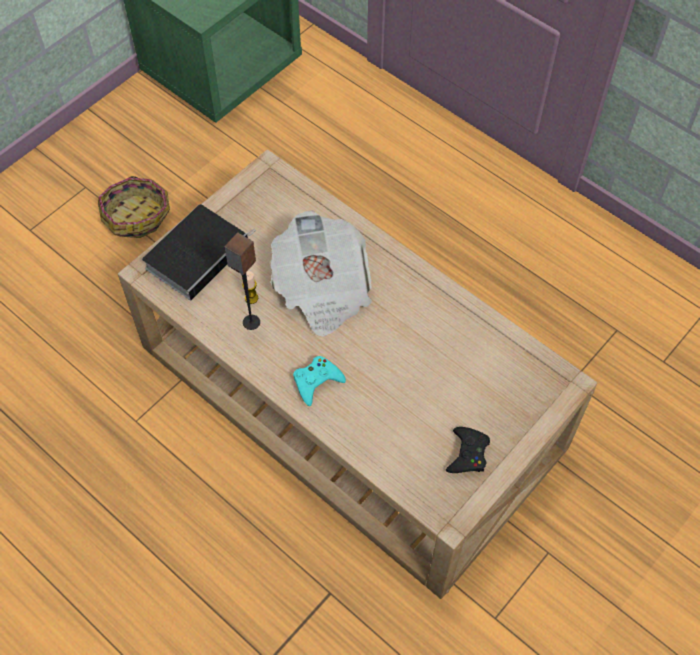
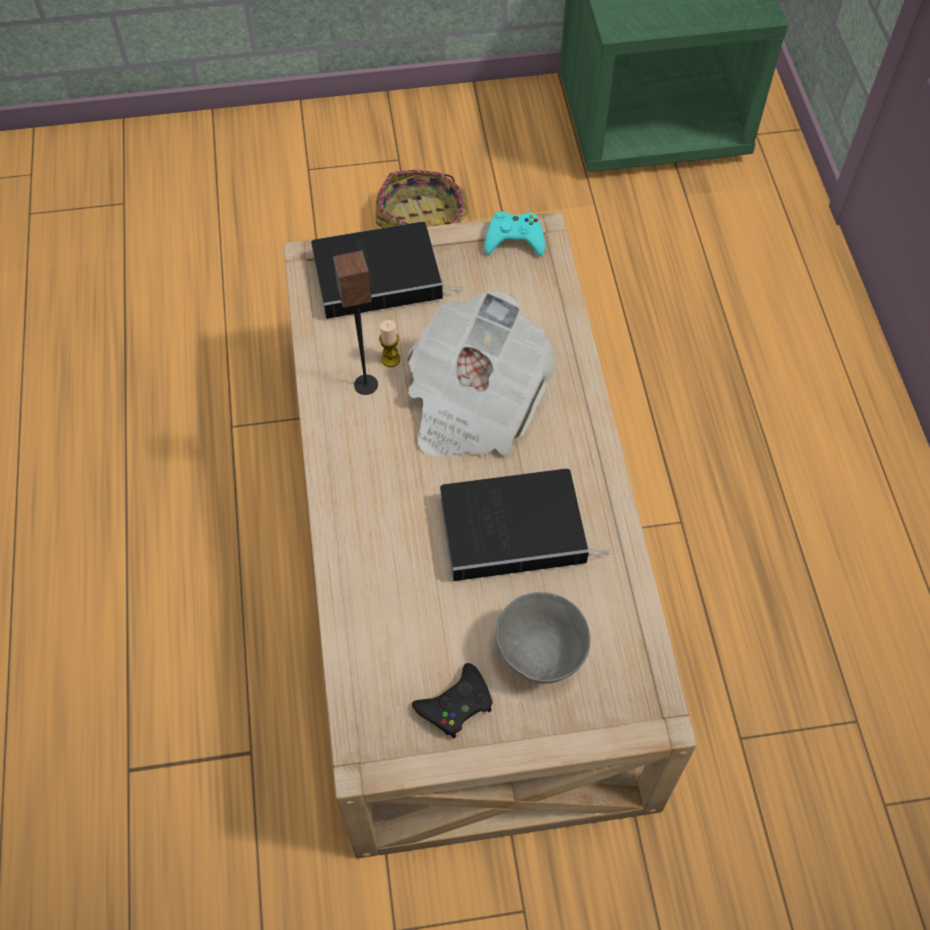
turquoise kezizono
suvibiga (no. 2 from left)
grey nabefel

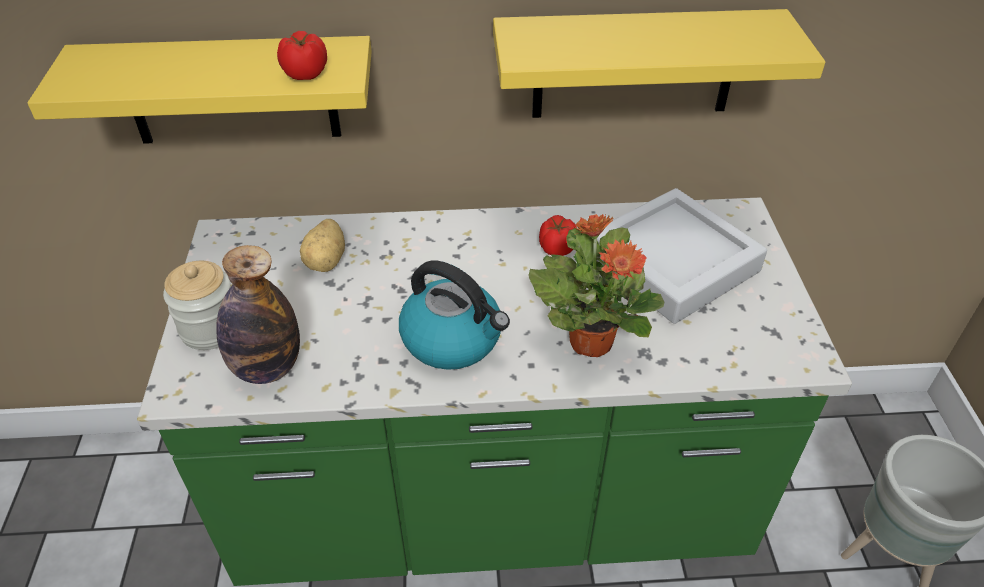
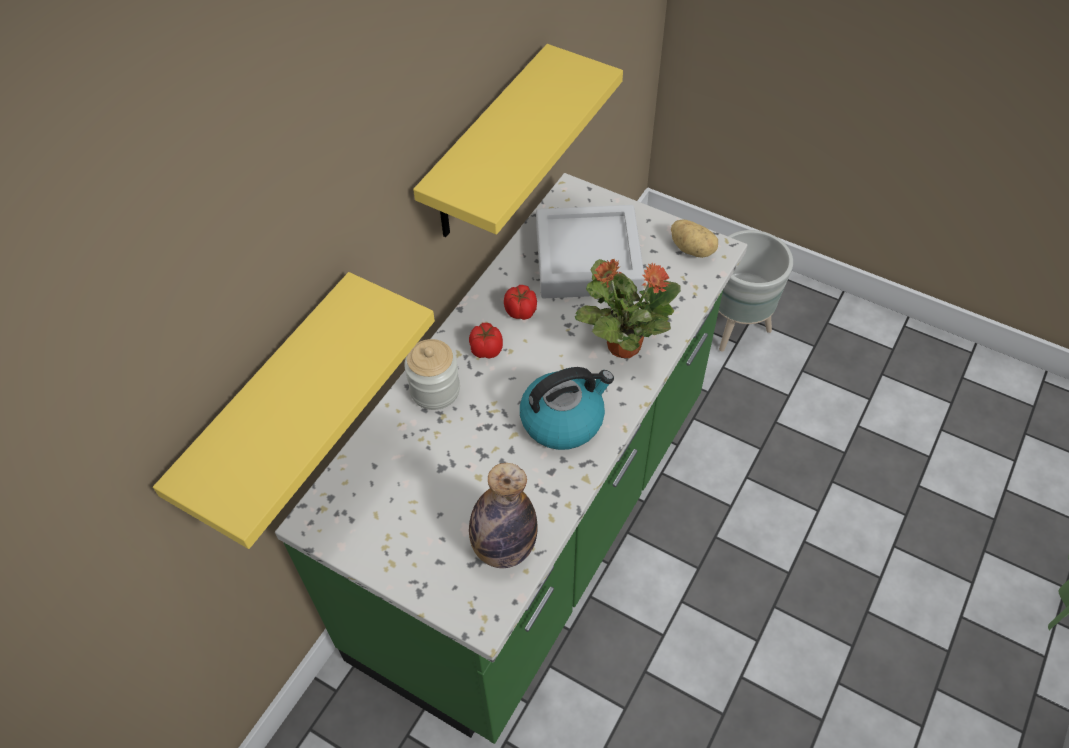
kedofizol
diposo (no. 1 from left)
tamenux

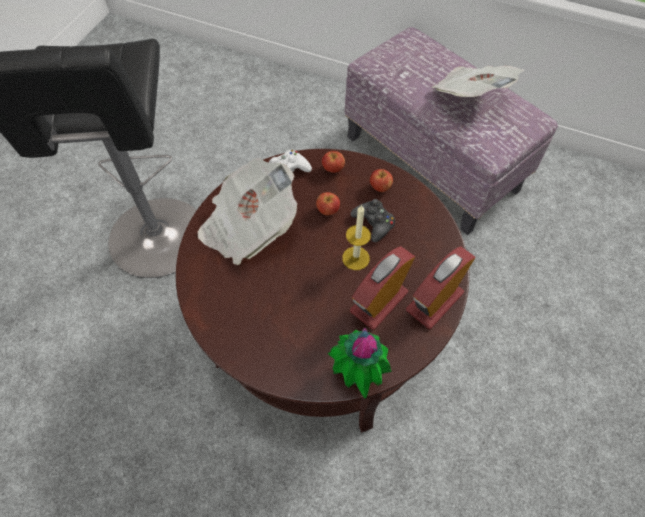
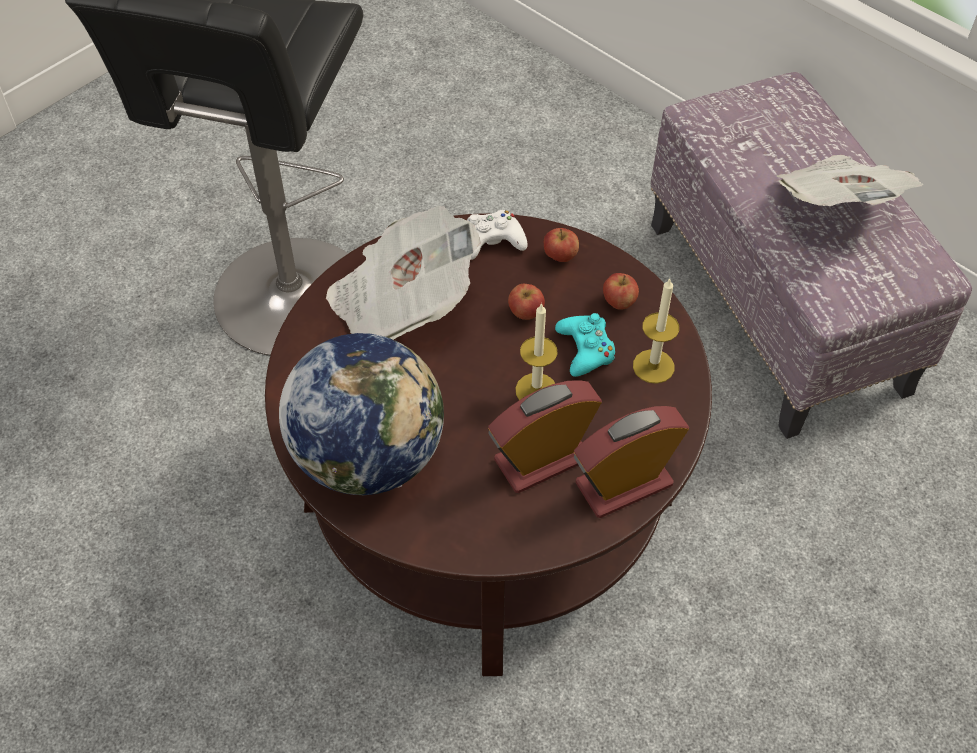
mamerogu
turquoise kezizono
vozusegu
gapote (no. 2 from left)

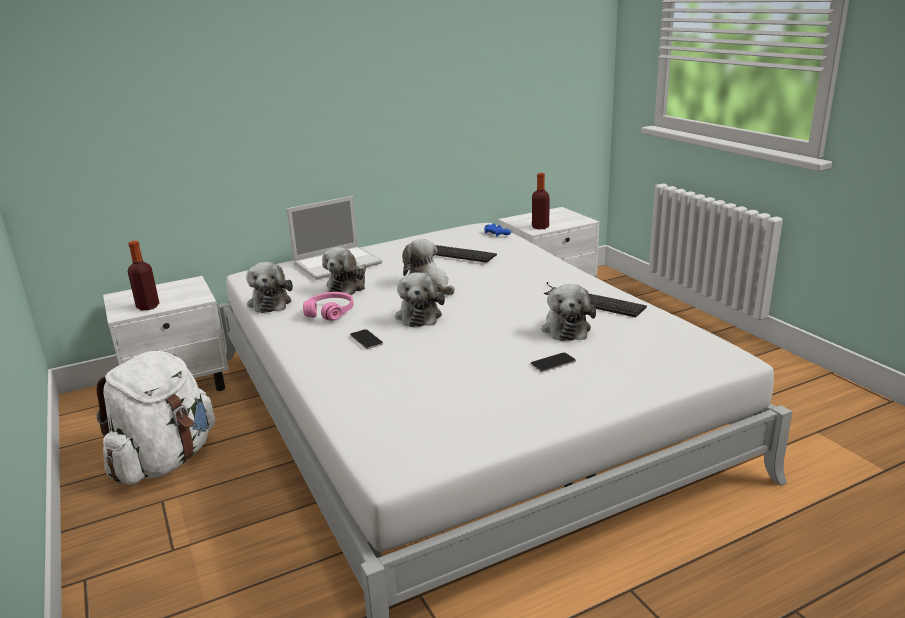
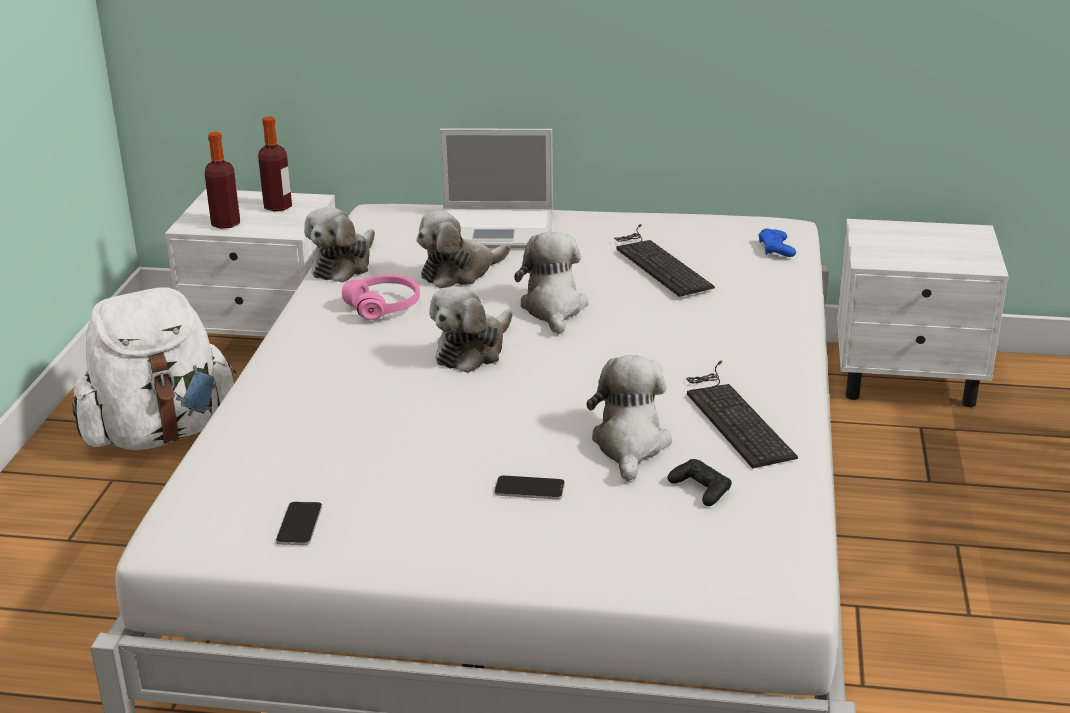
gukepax (no. 1 from left)
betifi (no. 2 from left)
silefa (no. 5 from left)
black kezizono

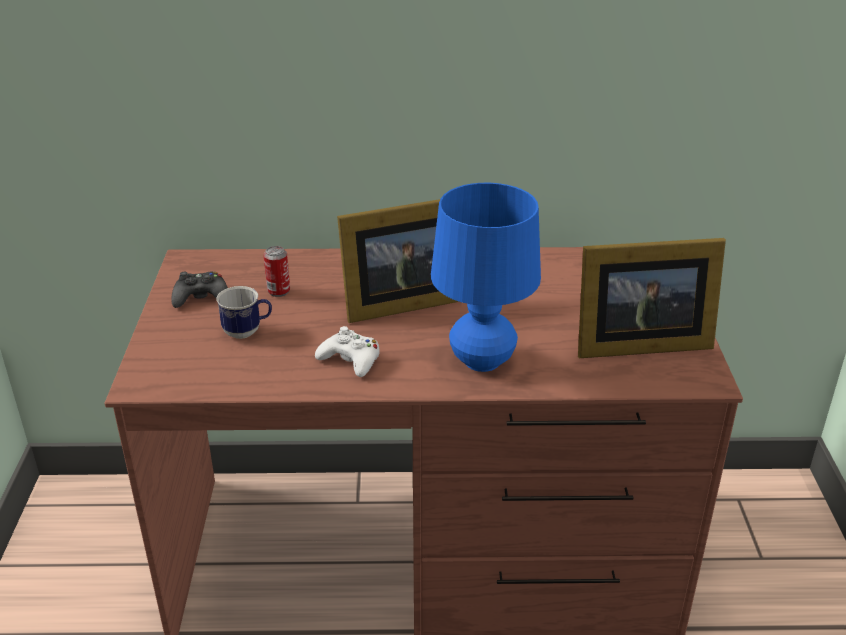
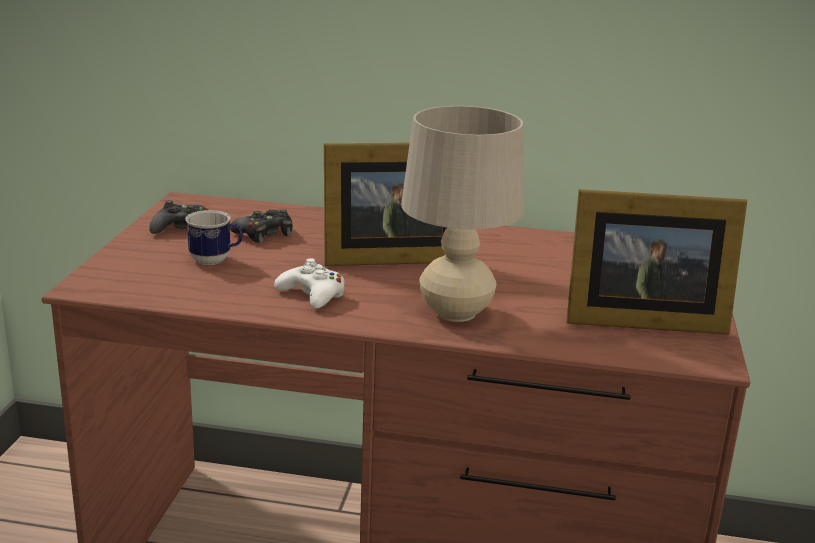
black kezizono (no. 2 from left)
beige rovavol

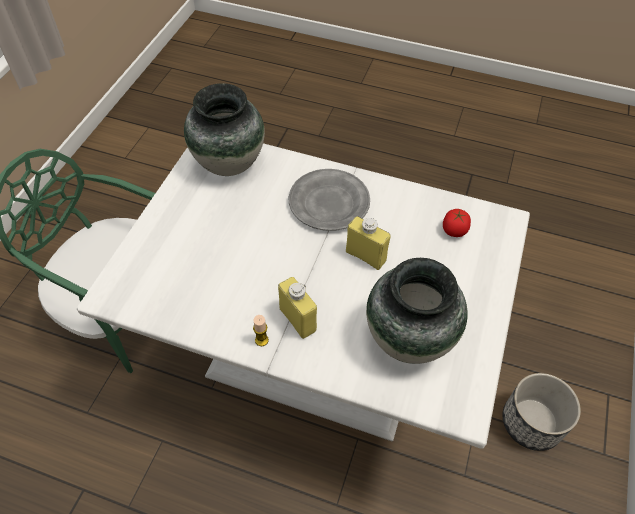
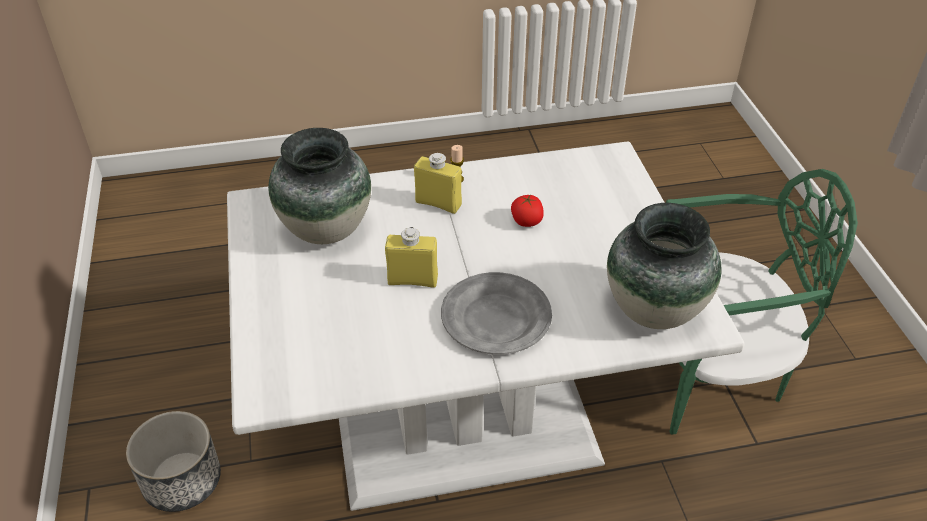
diposo

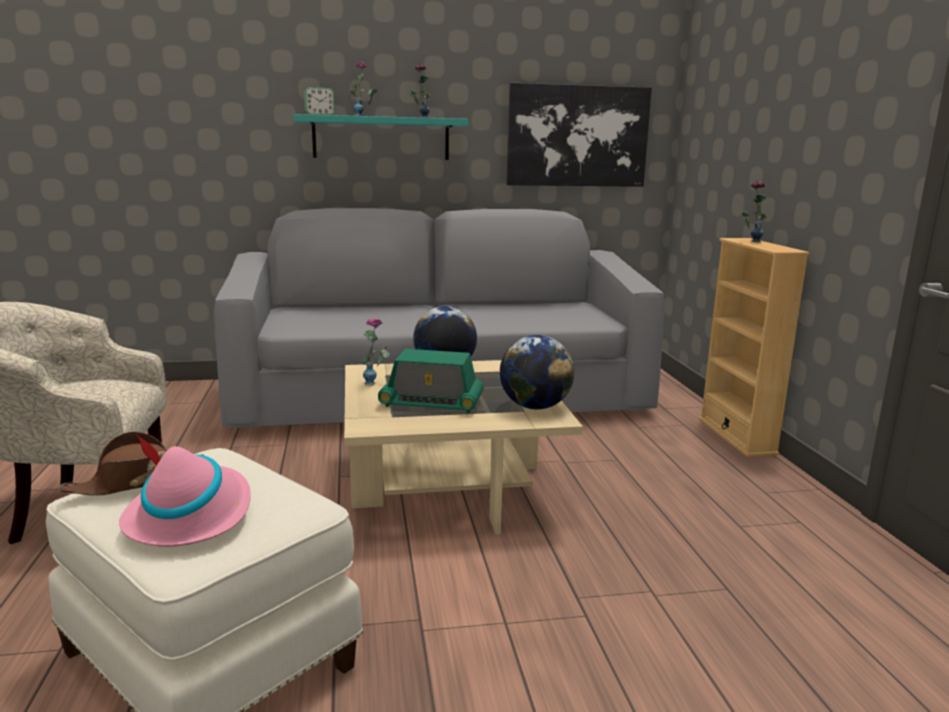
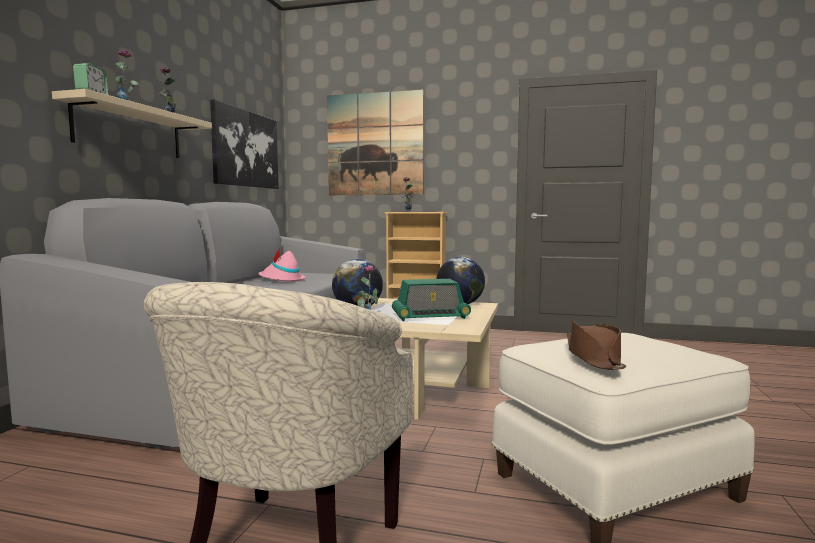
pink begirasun
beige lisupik
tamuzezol
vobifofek (no. 2 from left)

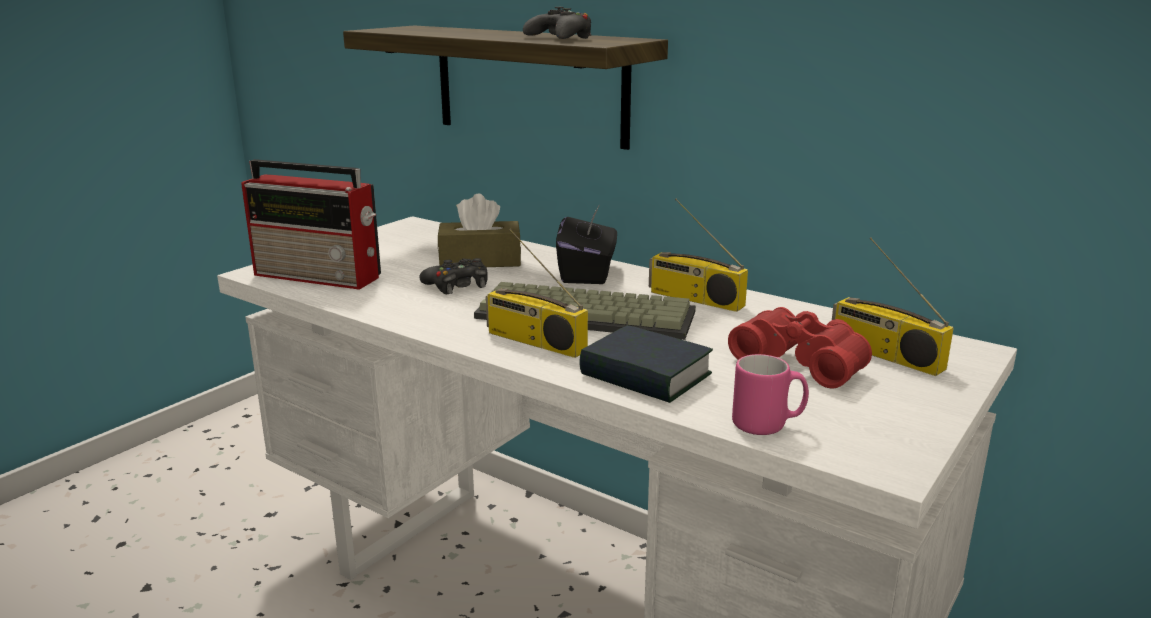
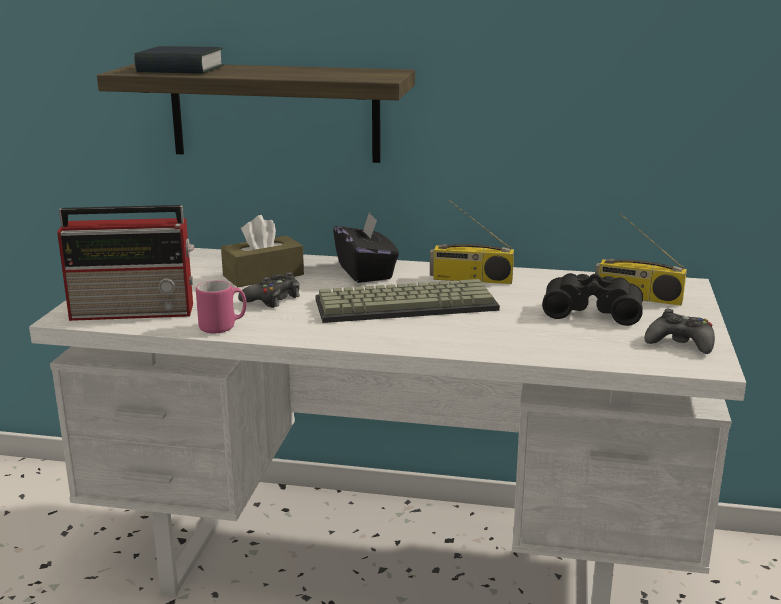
tamuzezol (no. 2 from left in the first image)
black kezizono (no. 2 from left)
suvibiga
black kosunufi
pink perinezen

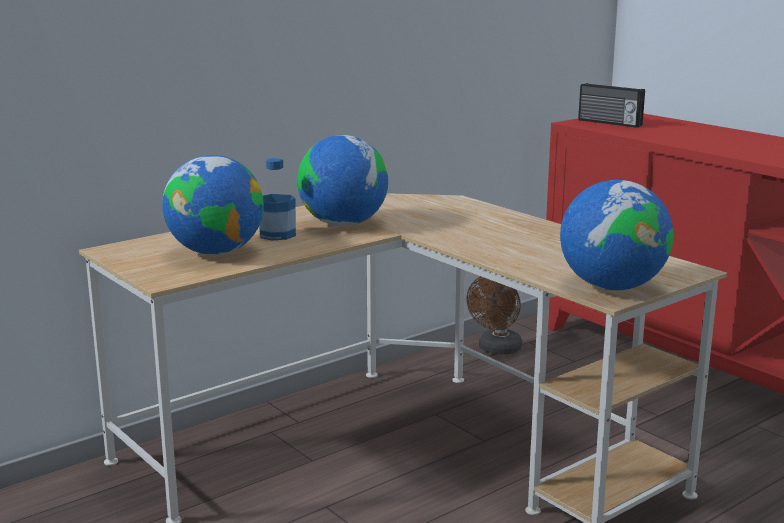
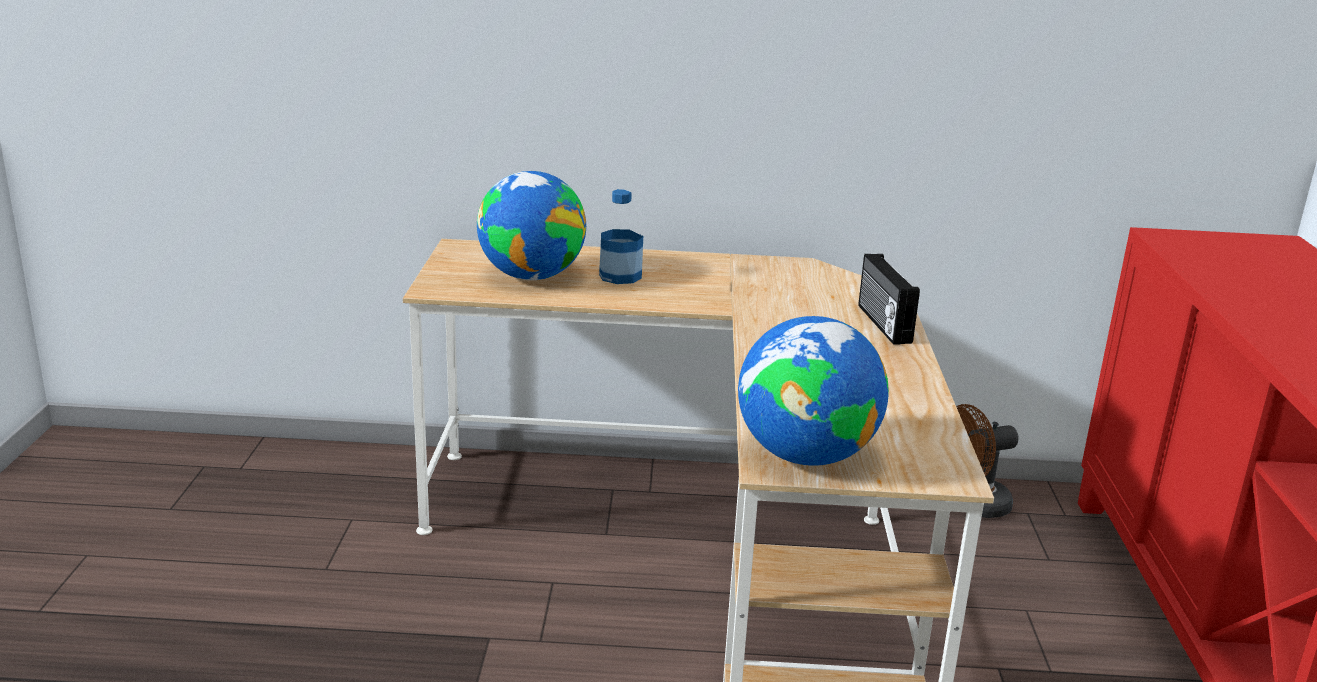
vozusegu (no. 2 from left in the first image)
tamuzezol

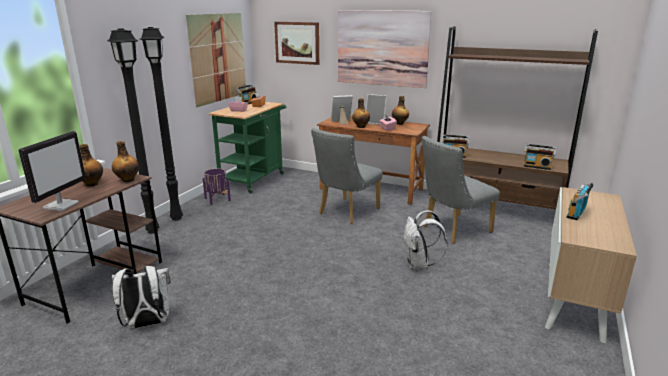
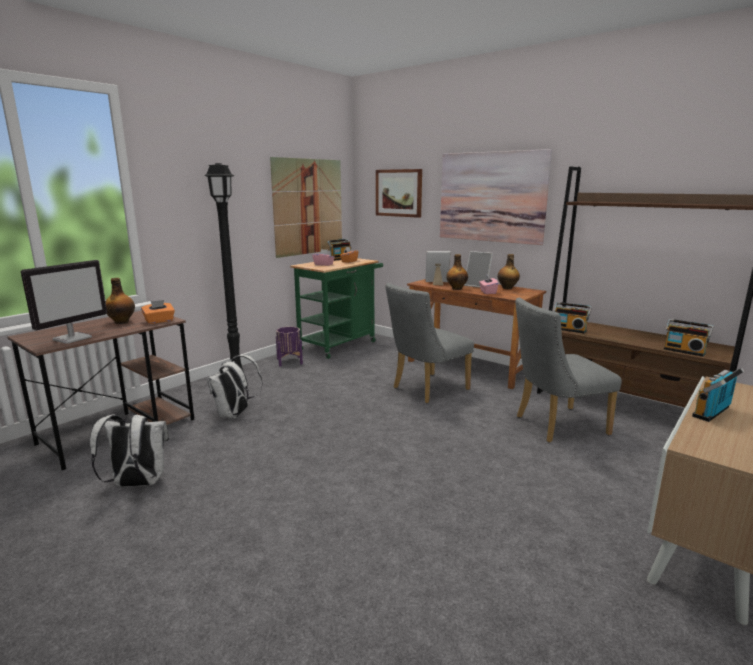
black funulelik (no. 1 from left in the first image)
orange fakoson (no. 1 from left)
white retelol (no. 2 from left)

